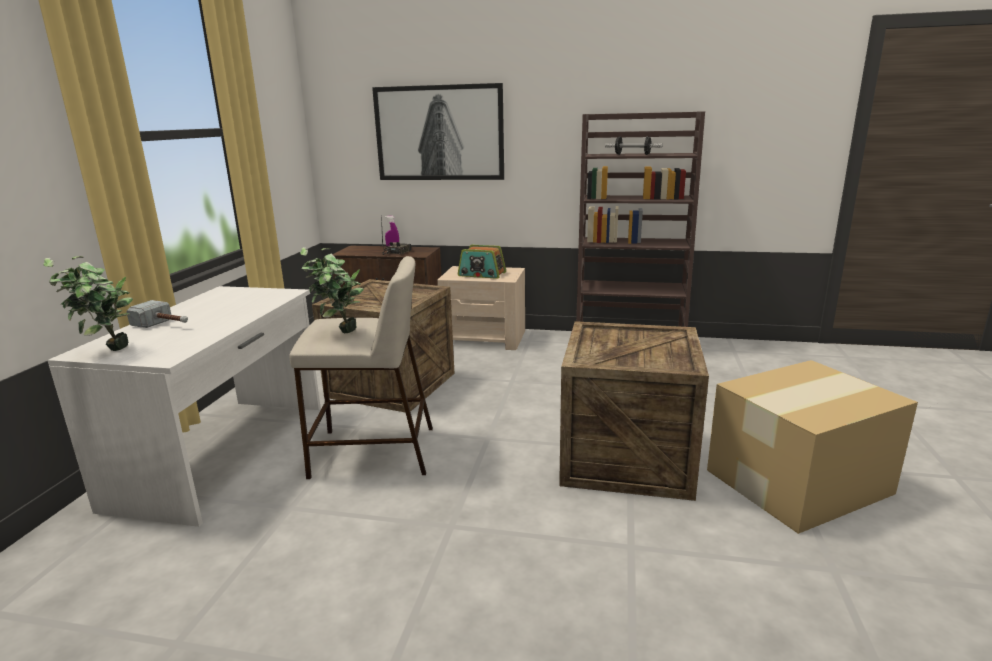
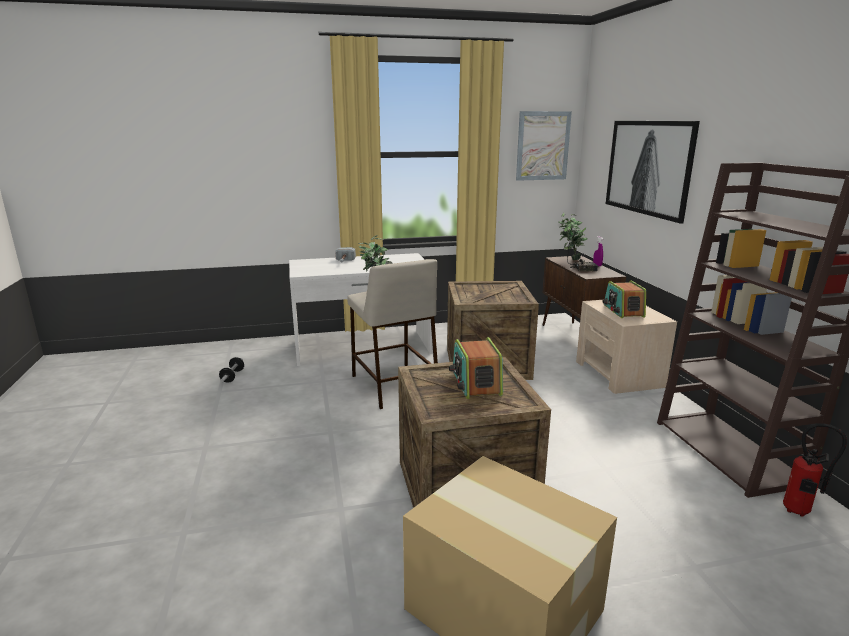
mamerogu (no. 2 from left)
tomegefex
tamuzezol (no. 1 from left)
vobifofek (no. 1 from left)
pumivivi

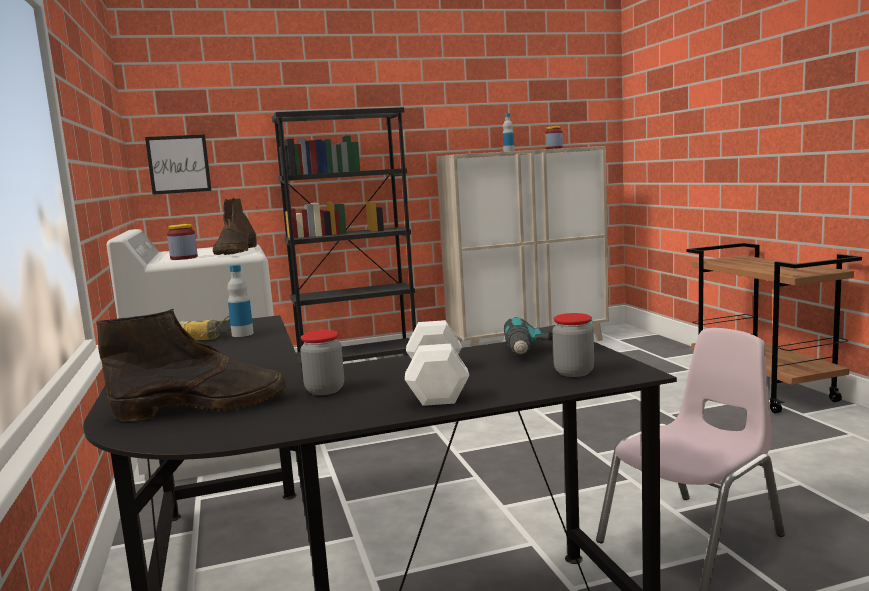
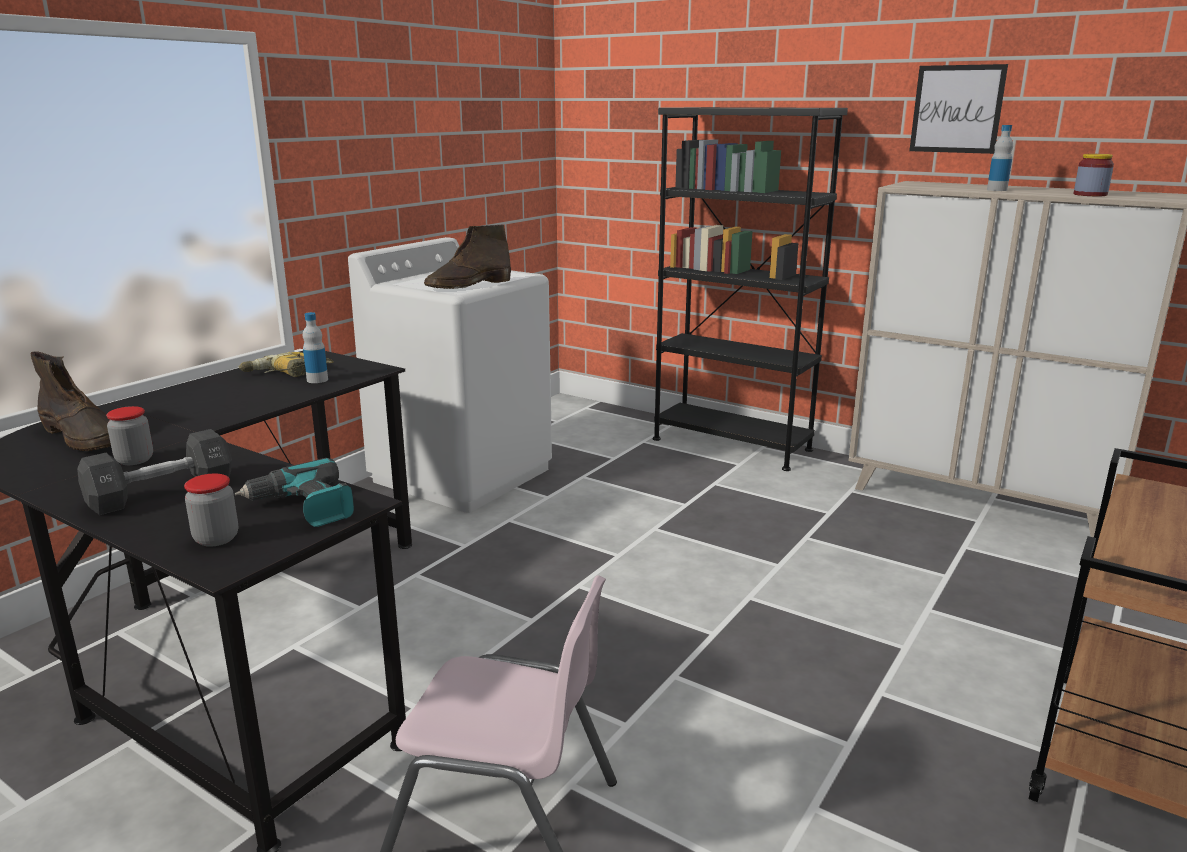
vobifofek
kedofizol (no. 1 from left in the first image)
black tomegefex

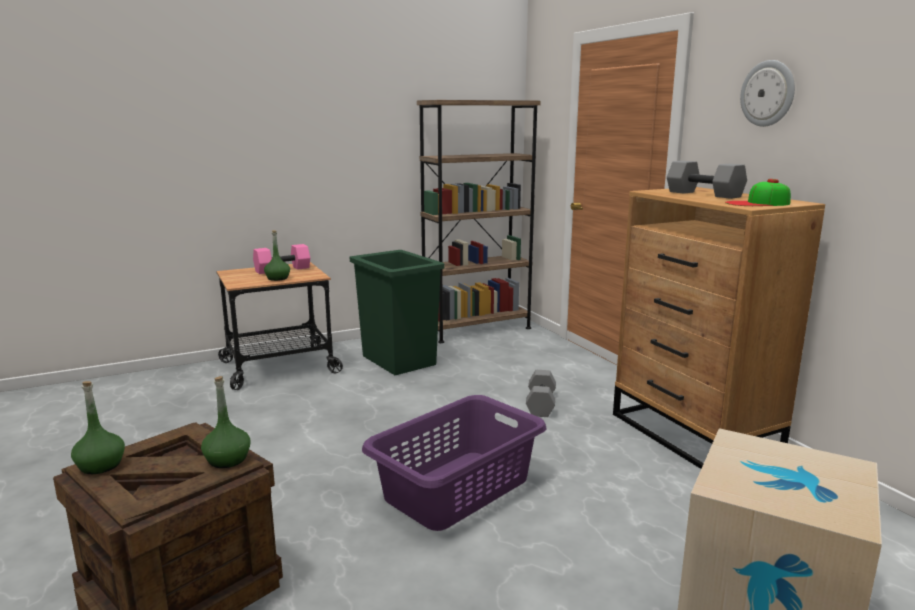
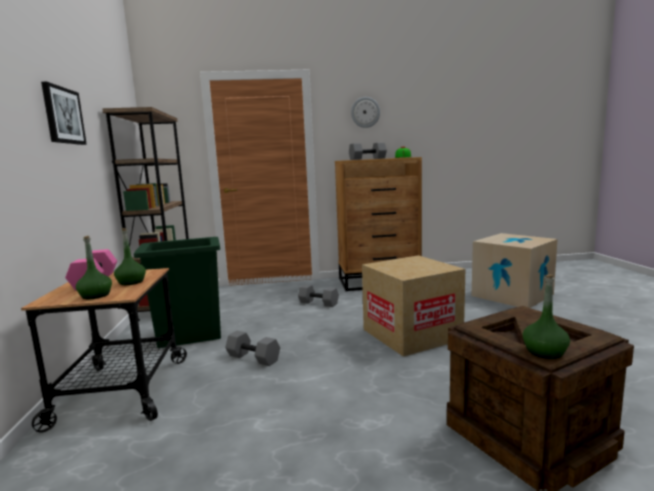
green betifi (no. 1 from left)
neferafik (no. 1 from left)
vobifofek
grey tomegefex (no. 1 from left)

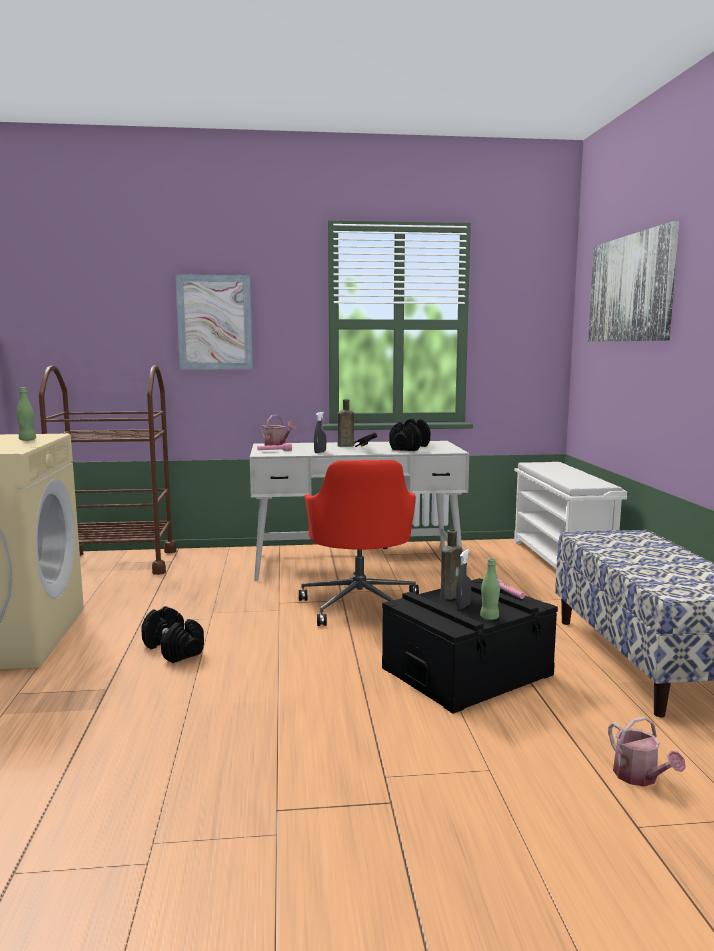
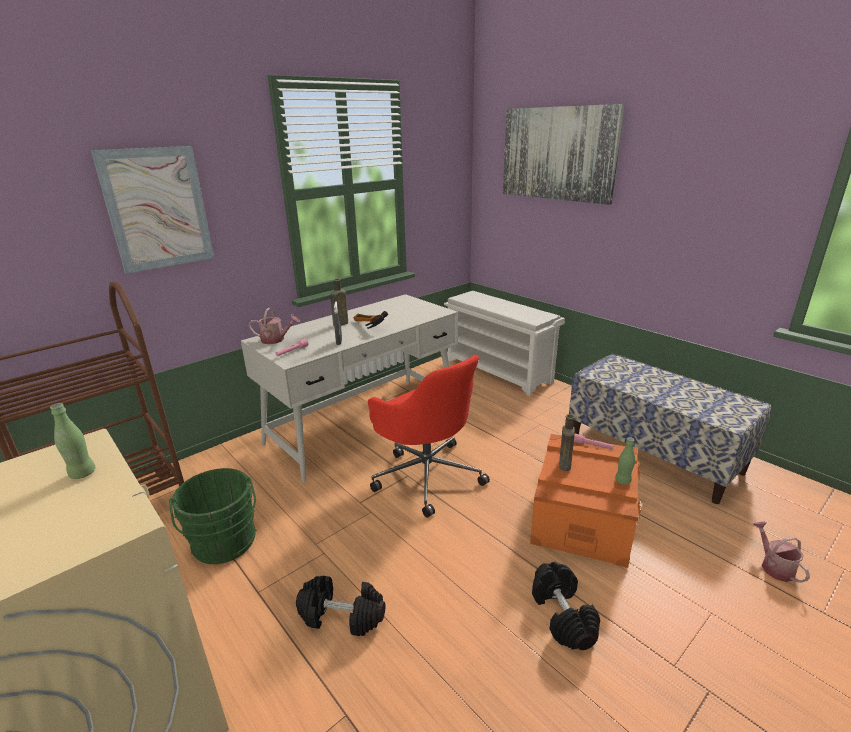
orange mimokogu
black tomegefex (no. 2 from left)
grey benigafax (no. 2 from left in the first image)
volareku (no. 2 from left)
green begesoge

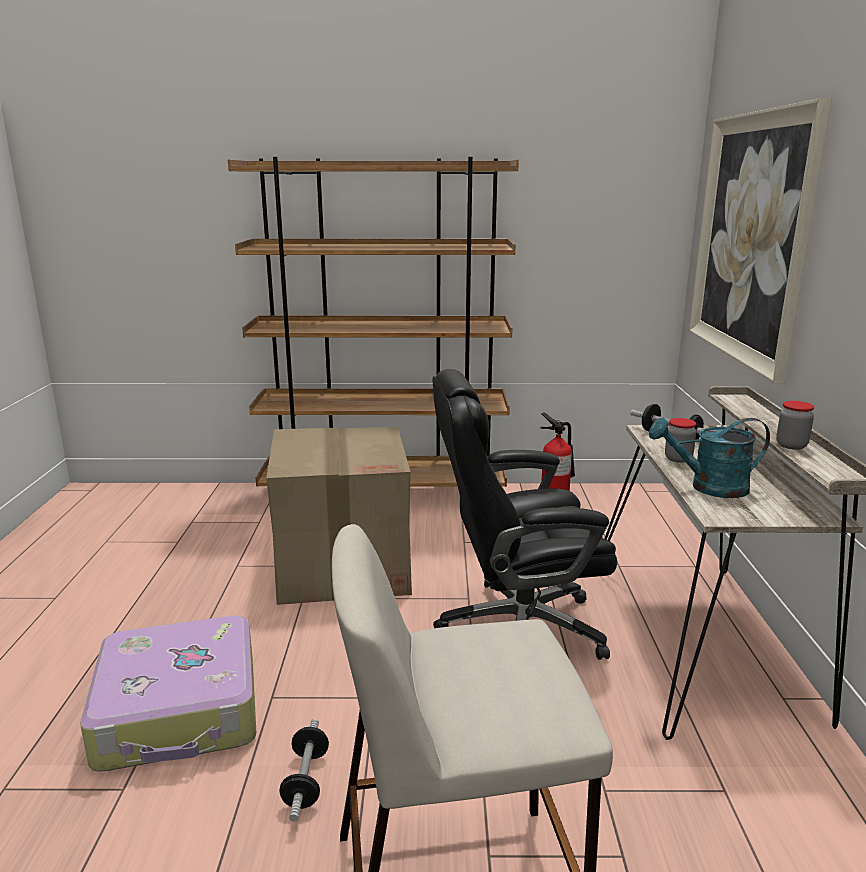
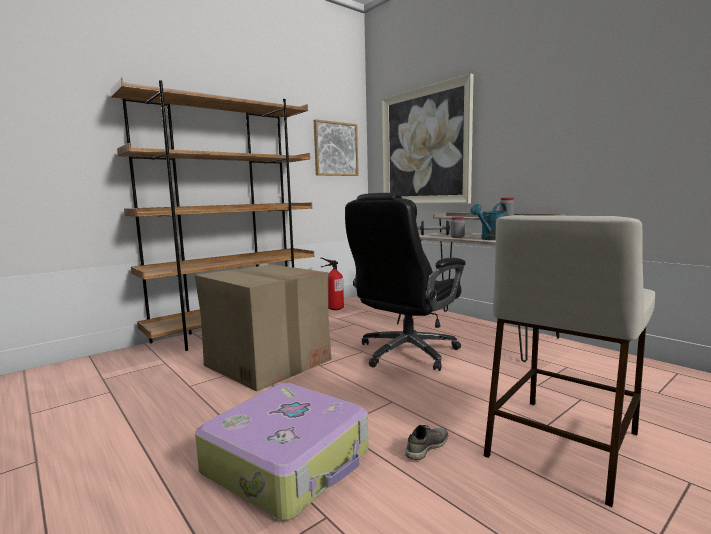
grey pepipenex
vobifofek (no. 1 from left)

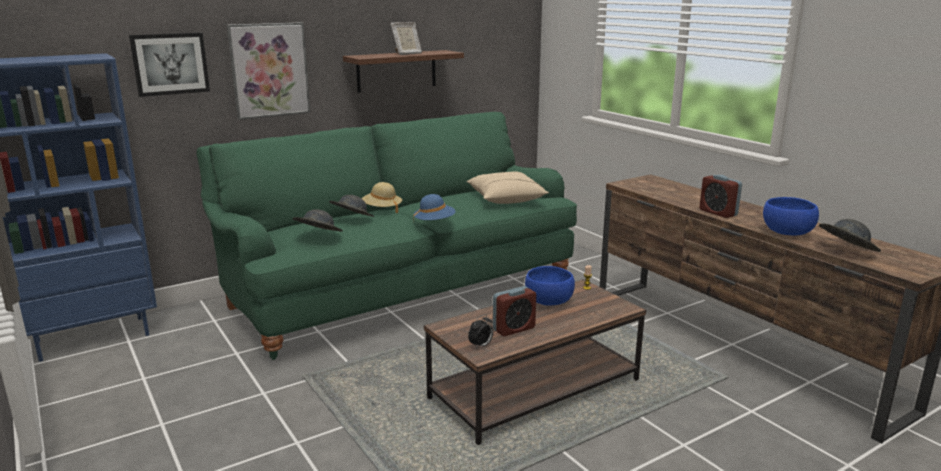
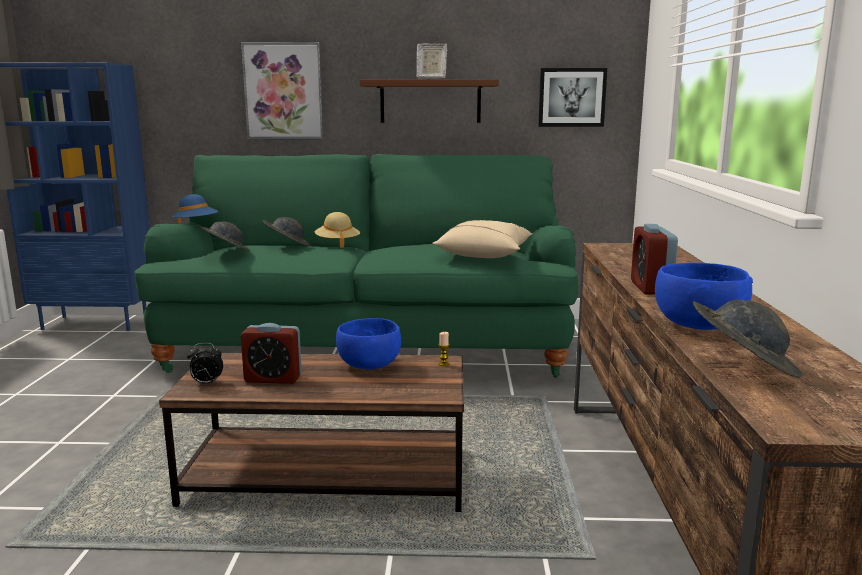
vobifofek (no. 2 from left)
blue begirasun

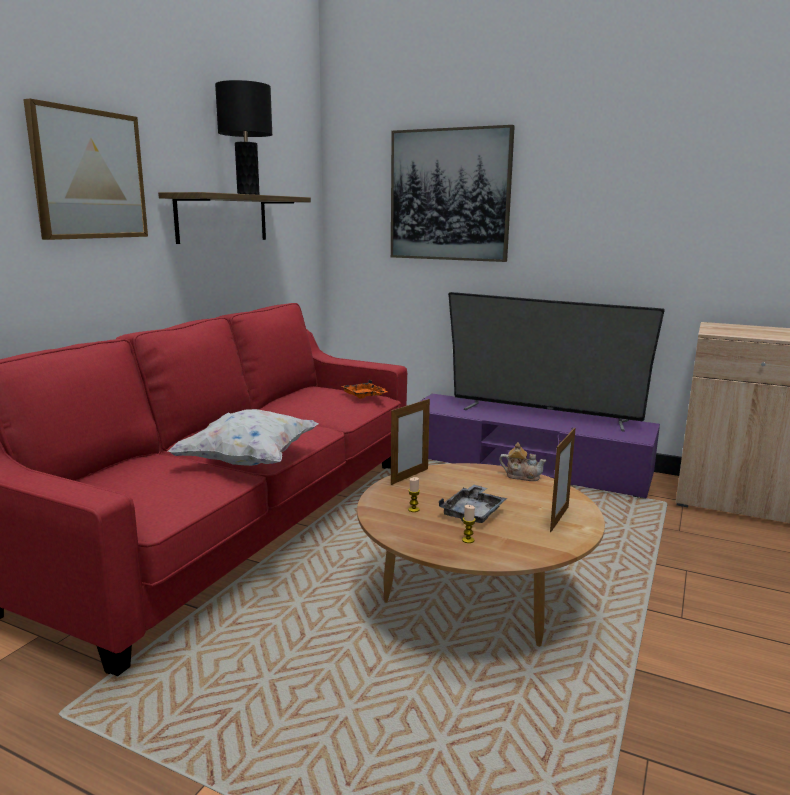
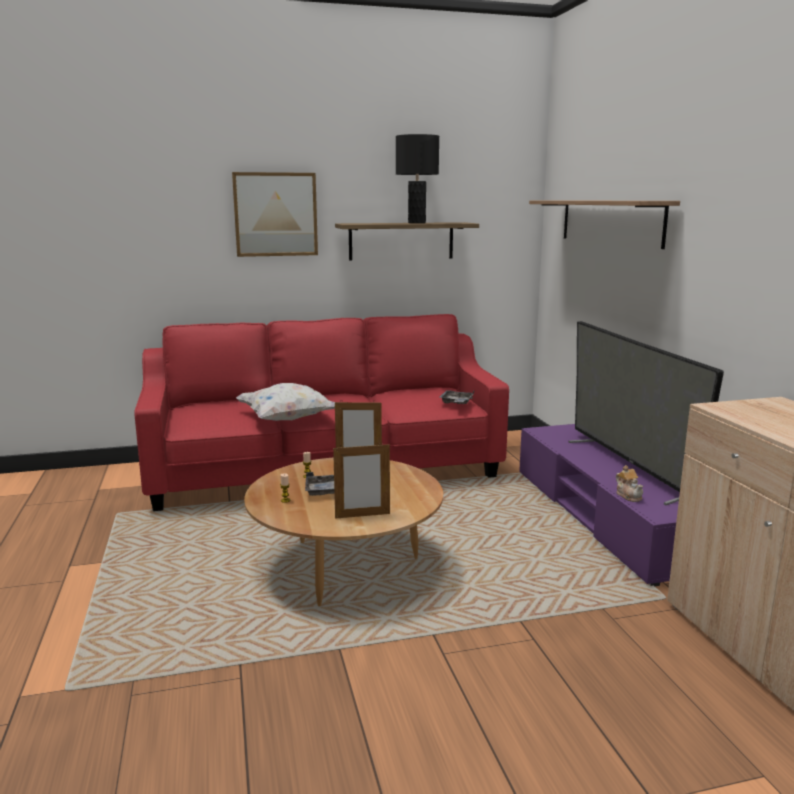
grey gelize (no. 2 from left)
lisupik (no. 2 from left)
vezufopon

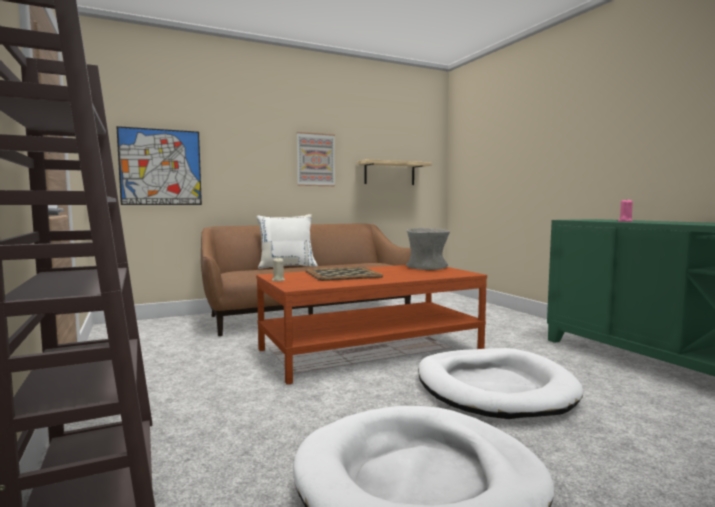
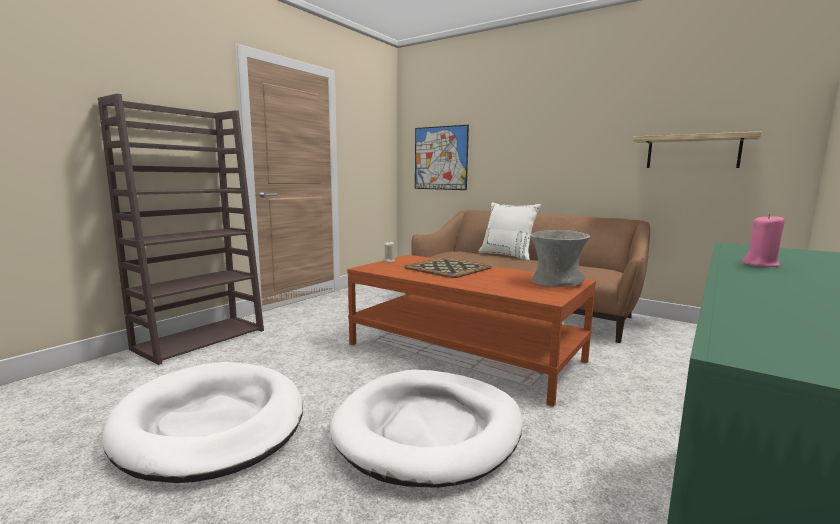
vobifofek (no. 2 from left in the first image)

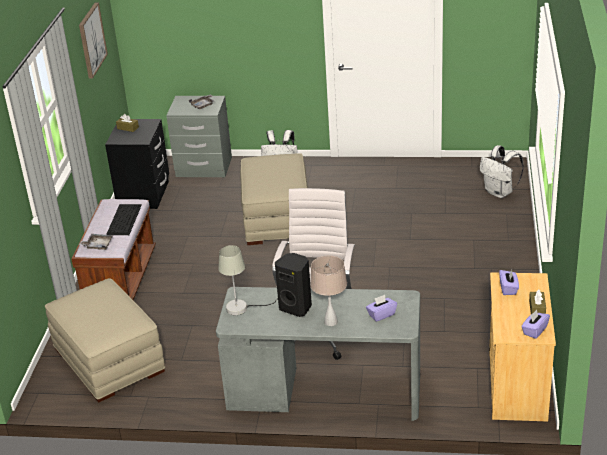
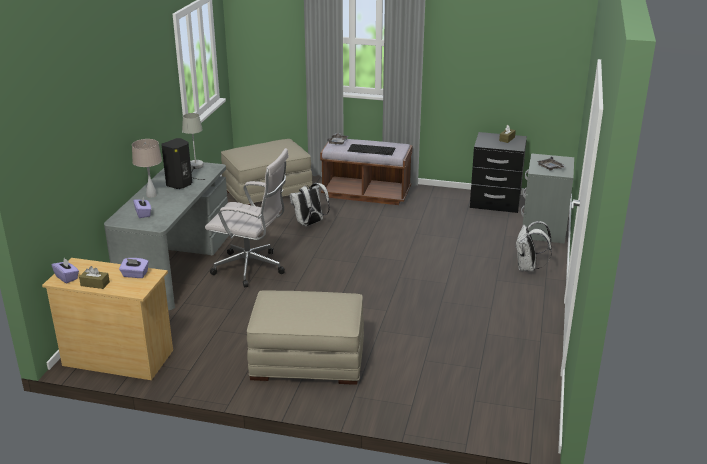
vobifofek
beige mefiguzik (no. 2 from left)
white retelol (no. 1 from left)

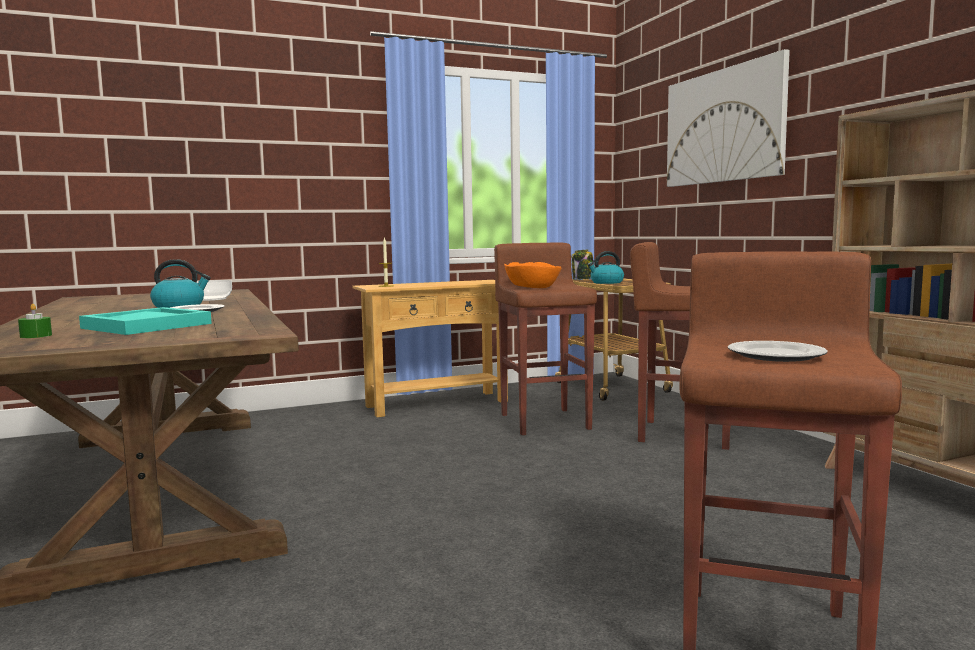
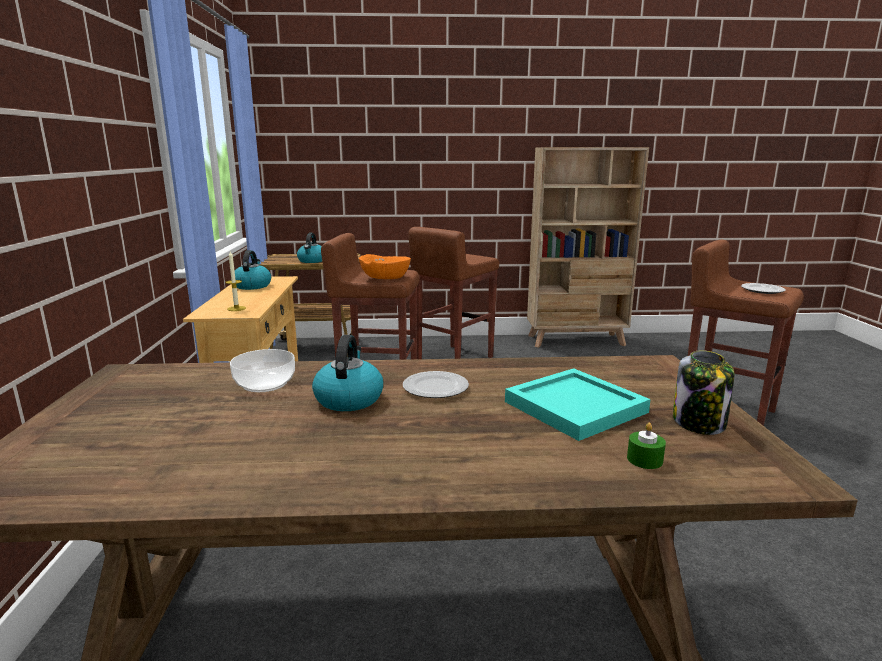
kedofizol
vobifofek
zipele (no. 1 from left)

